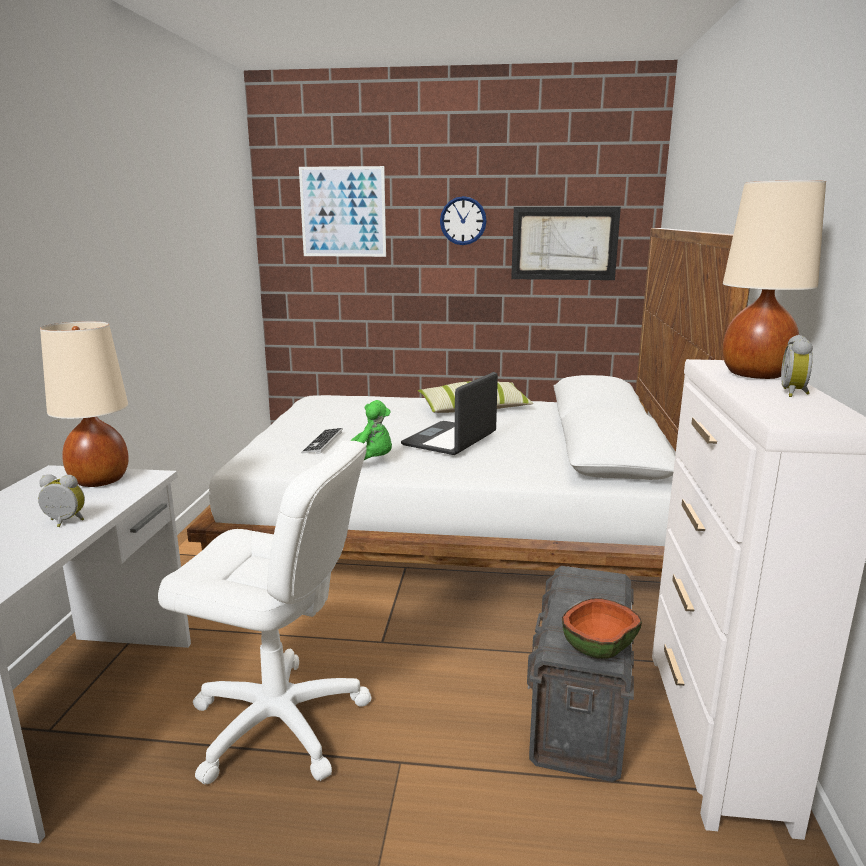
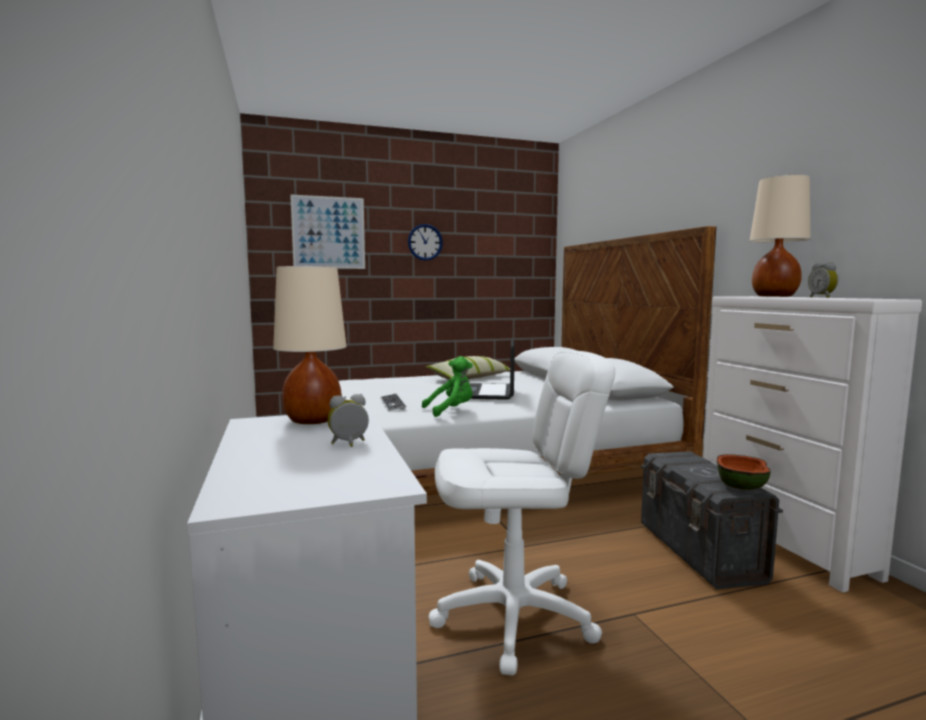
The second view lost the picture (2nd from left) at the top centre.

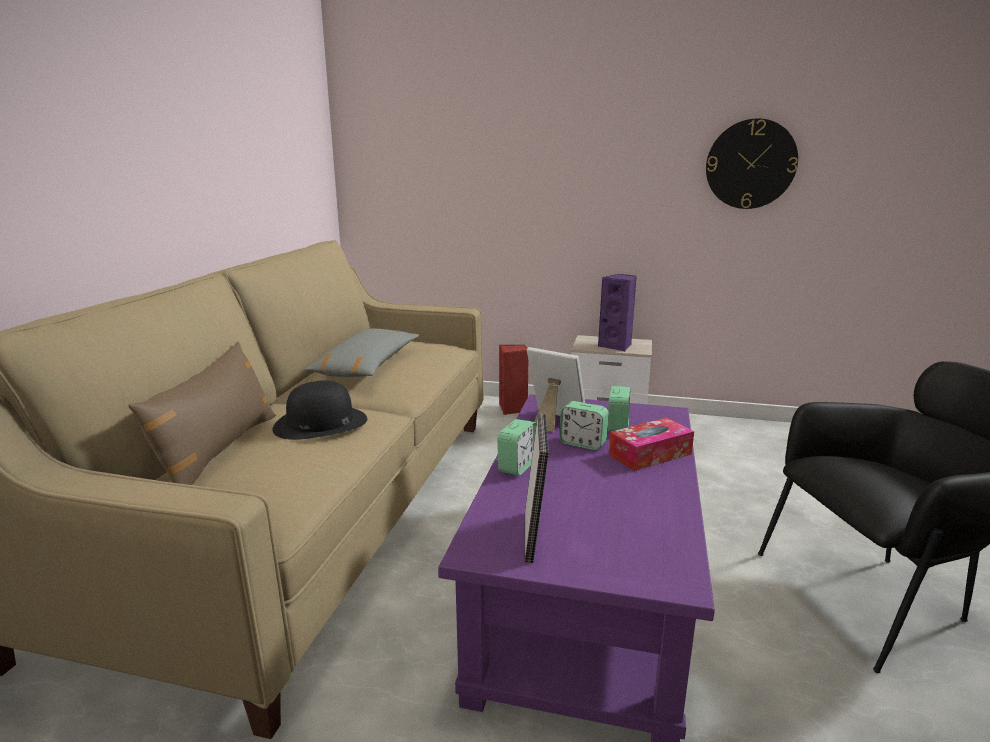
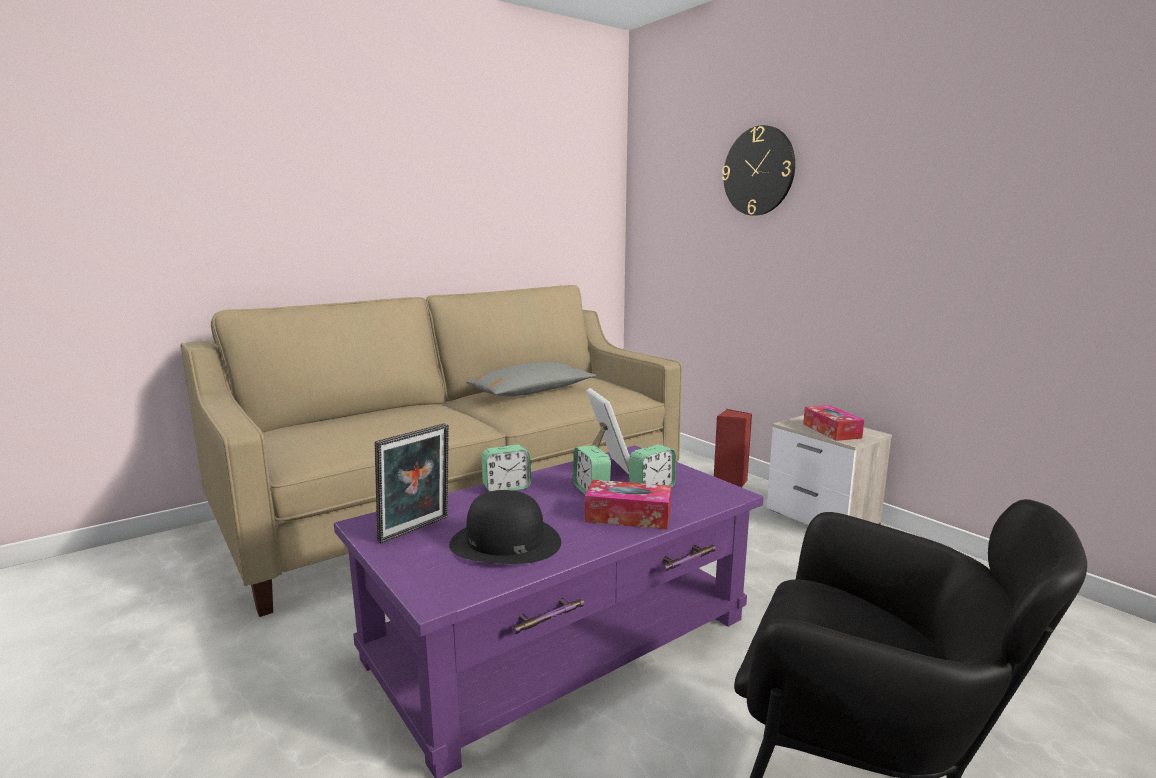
The second view lost the pillow/brown at the middle left.
The hat/black ended up elsewhere, having gone from the middle left to the bottom centre.
The wall clock ended up elsewhere, having gone from the top right to the top centre.
Where the speaker/purple stood at the centre, the tissue box (2nd from left) came to stand at the middle right.

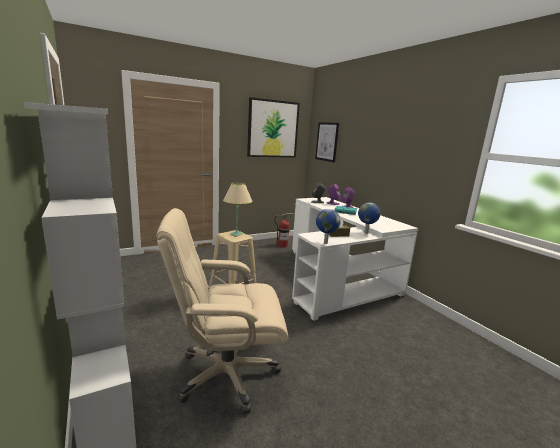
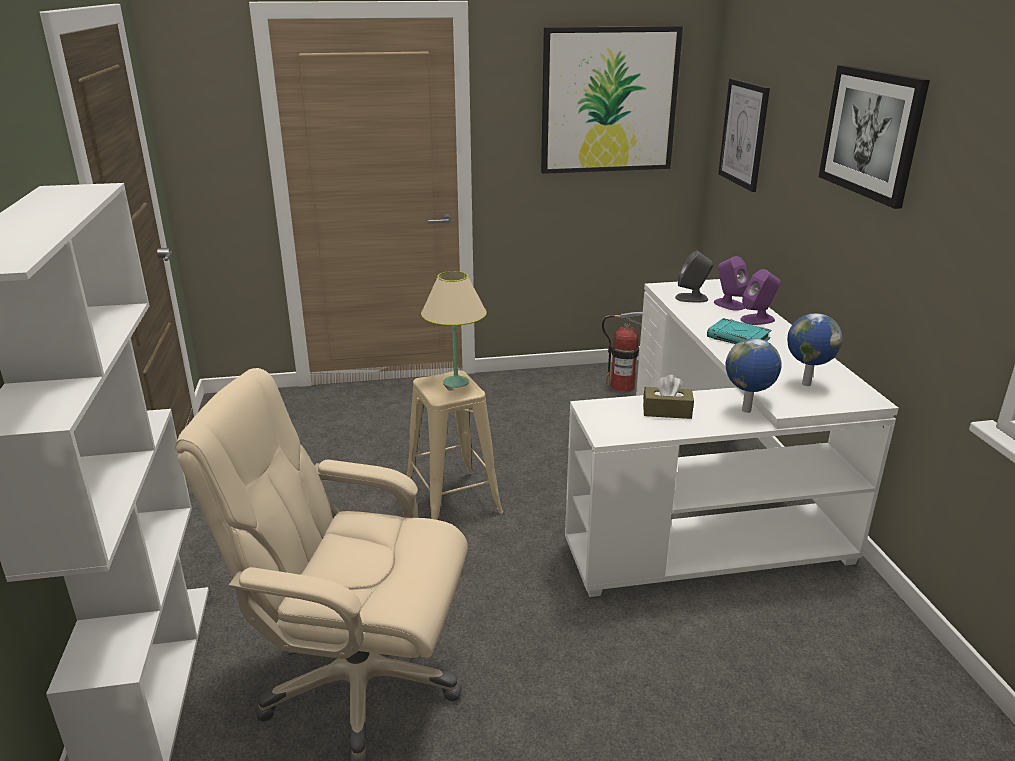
The second view gained the picture (3rd from left) at the top right.
The globe (1st from left in the first image) ended up elsewhere, having gone from the centre to the middle right.

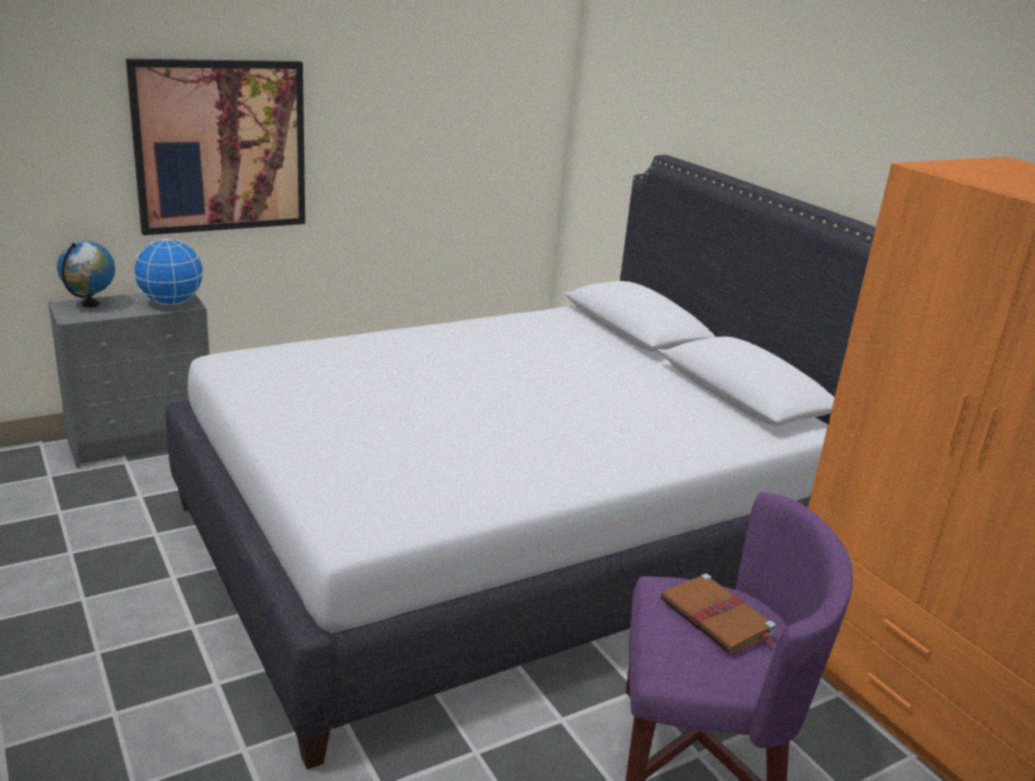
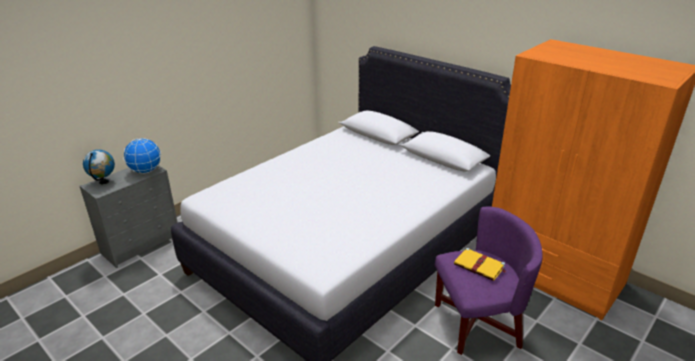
The second view lost the picture at the top left.
What was the book/brown at the bottom right turned into the book/yellow at the bottom right.

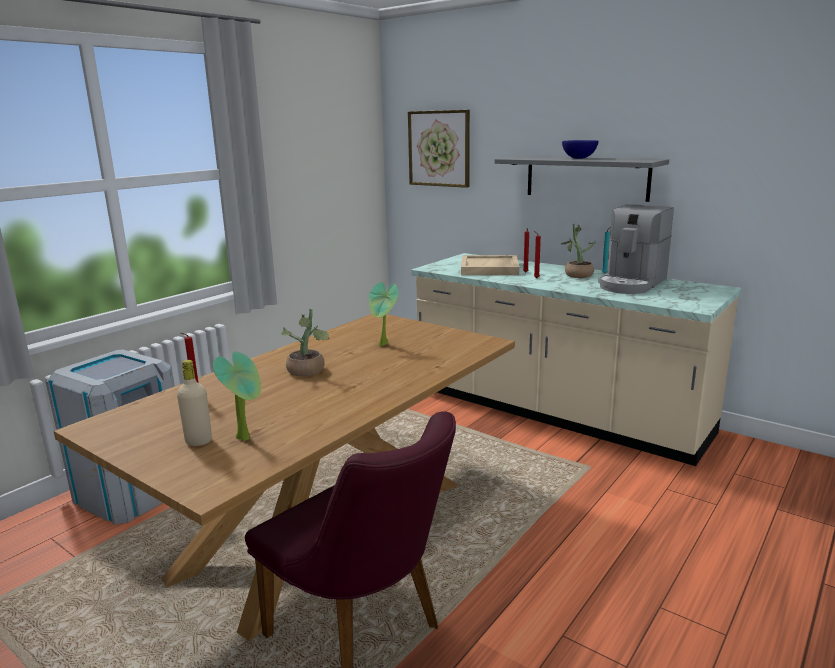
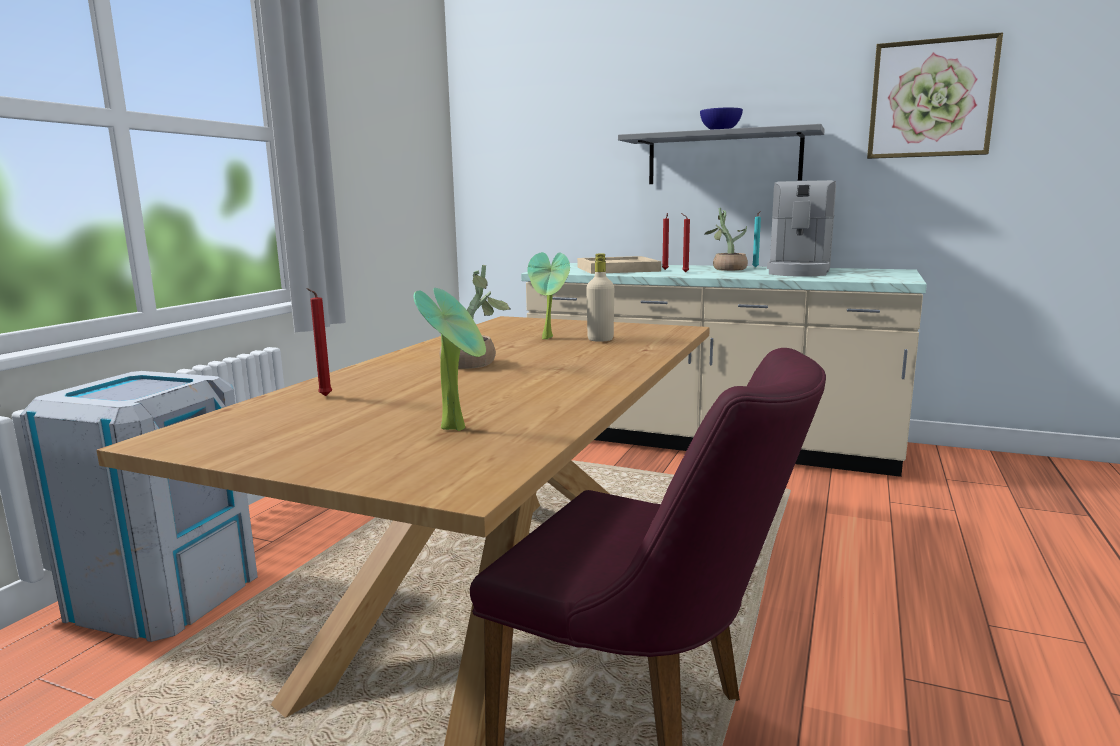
The bottle/beige ended up elsewhere, having gone from the middle left to the centre.
The picture ended up elsewhere, having gone from the top centre to the top right.

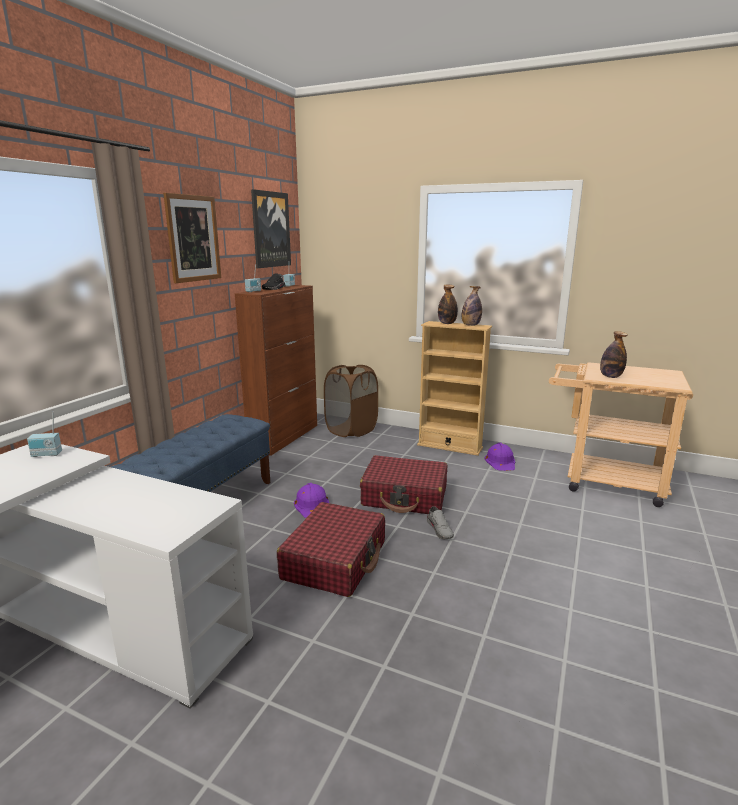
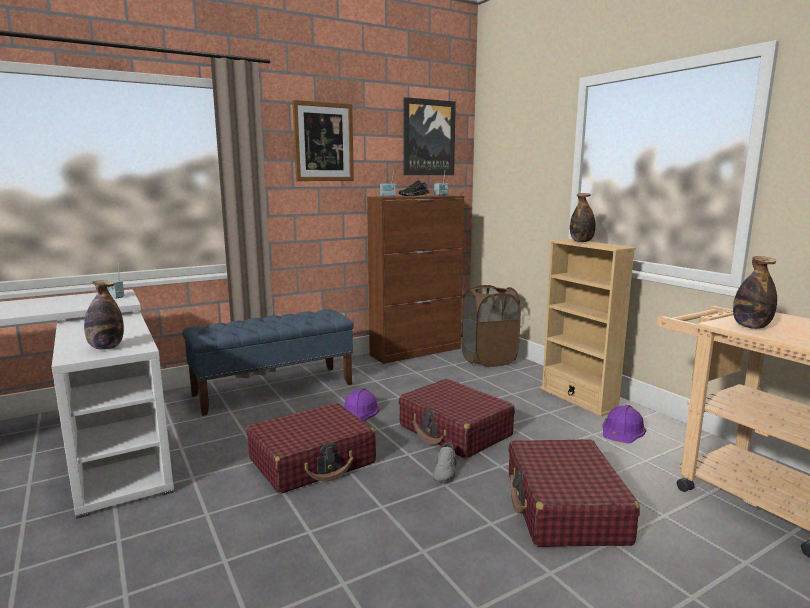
The second view gained the suitcase/red (3rd from left) at the bottom right.
The bottle (2nd from left in the first image) ended up elsewhere, having gone from the centre to the middle left.

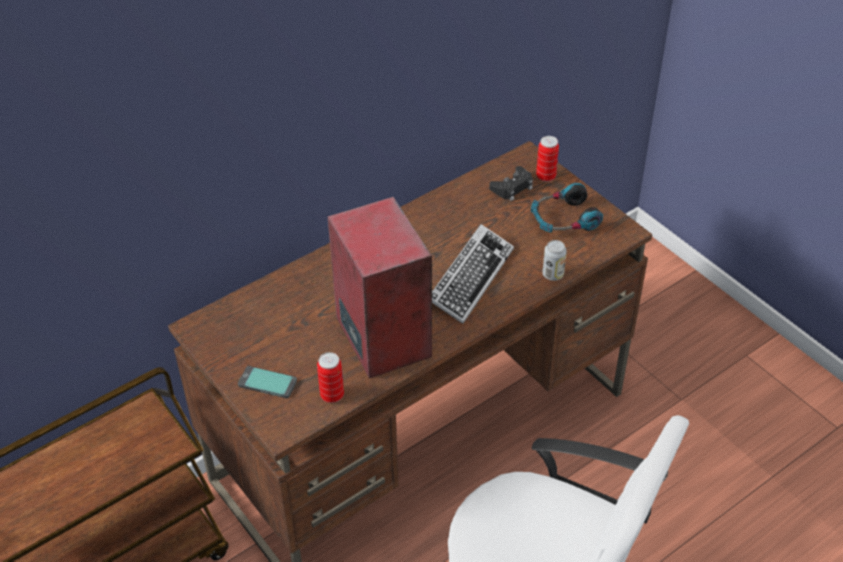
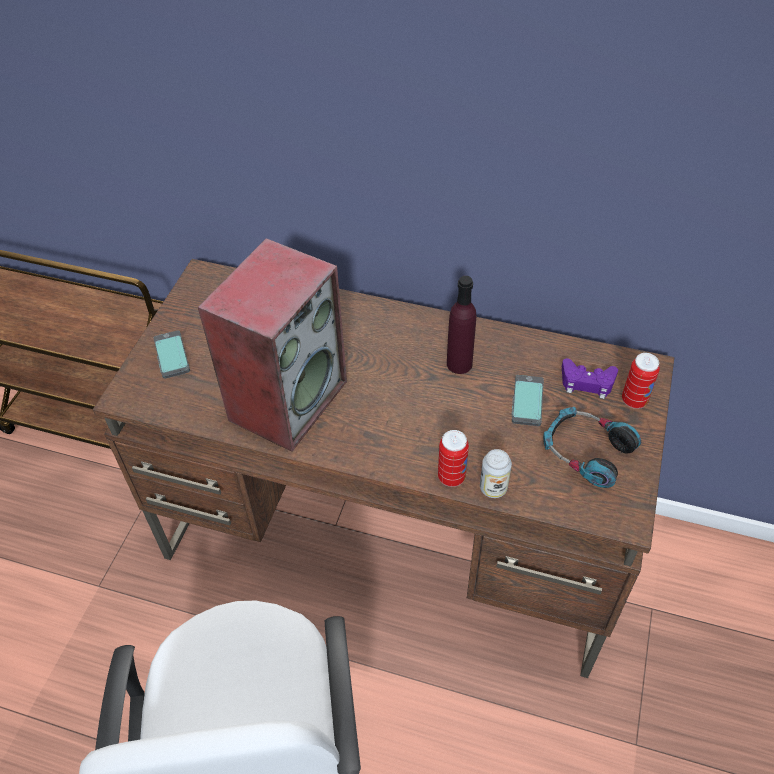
The second view lost the keyboard at the centre.
The second view gained the bottle/purple at the centre.
The second view gained the phone (2nd from left) at the middle right.
The can (1st from left) ended up elsewhere, having gone from the bottom centre to the centre.
What was the game controller/black at the top centre turned into the game controller/purple at the middle right.

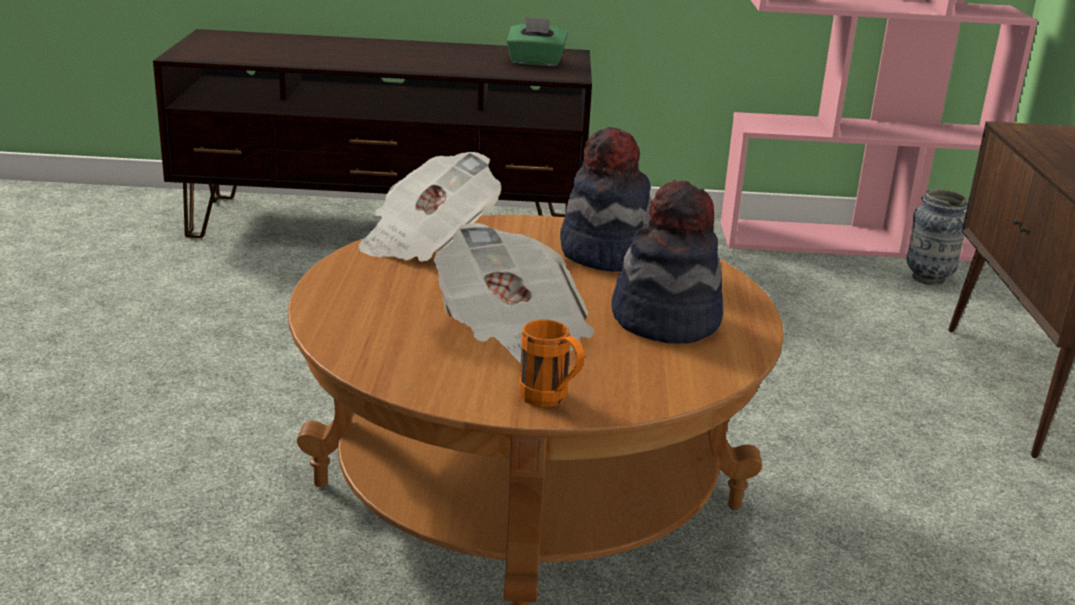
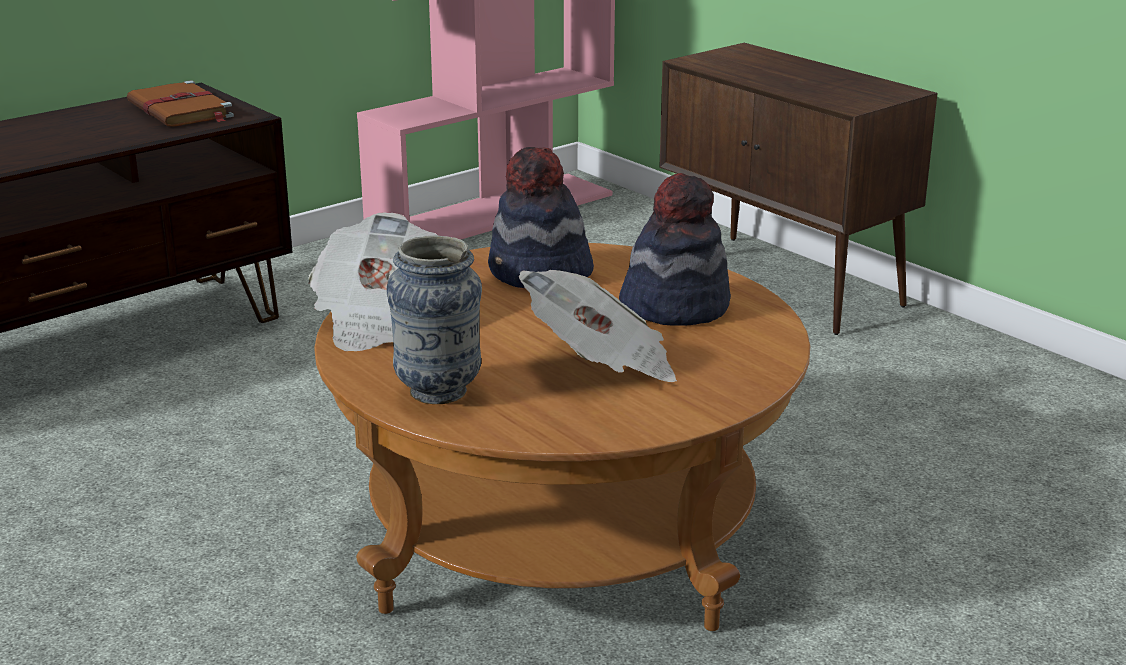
The second view lost the mug/orange at the centre.
The vase ended up elsewhere, having gone from the middle right to the centre.
Where the tissue box/green stood at the top centre, the book/brown came to stand at the top left.

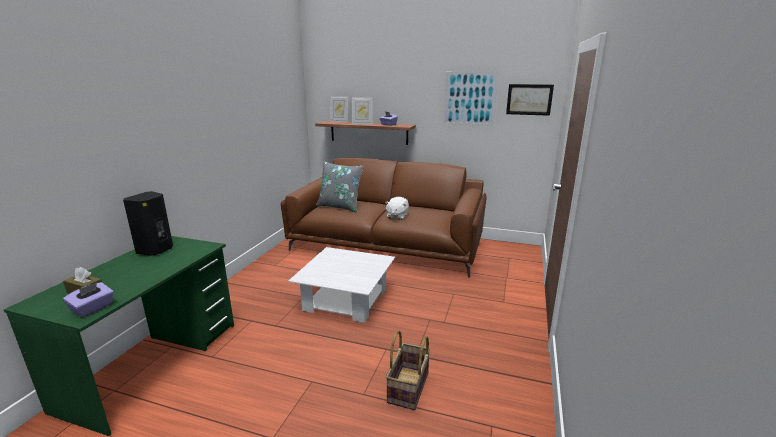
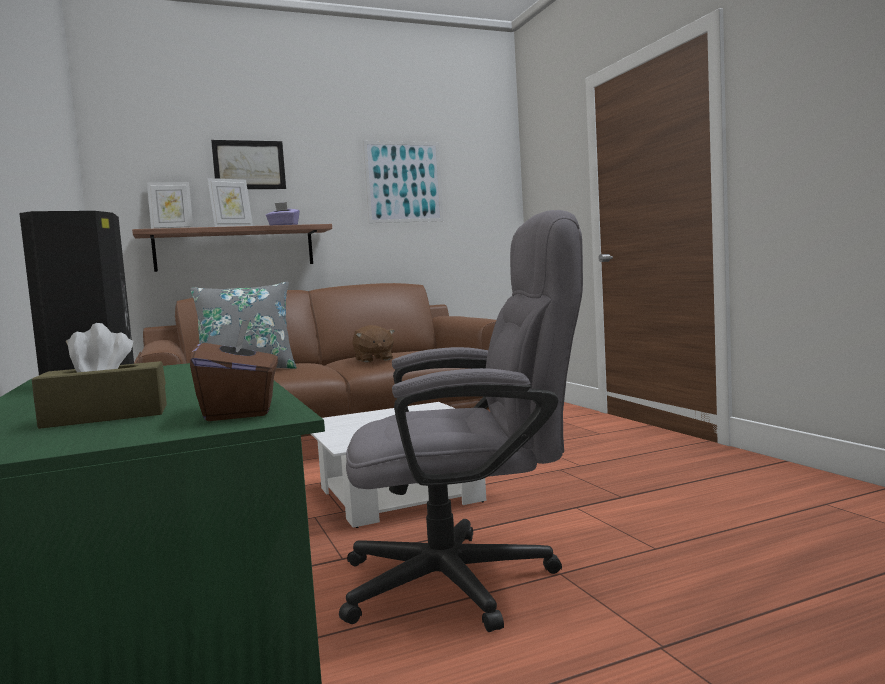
The second view lost the basket at the bottom centre.
The second view gained the office chair/grey at the centre.
The picture (2nd from left in the first image) ended up elsewhere, having gone from the top right to the top left.
What was the tissue box/purple (1st from left) at the bottom left turned into the tissue box/brown (2nd from left) at the middle left.
What was the plush toy/white at the centre turned into the plush toy/brown at the centre.

